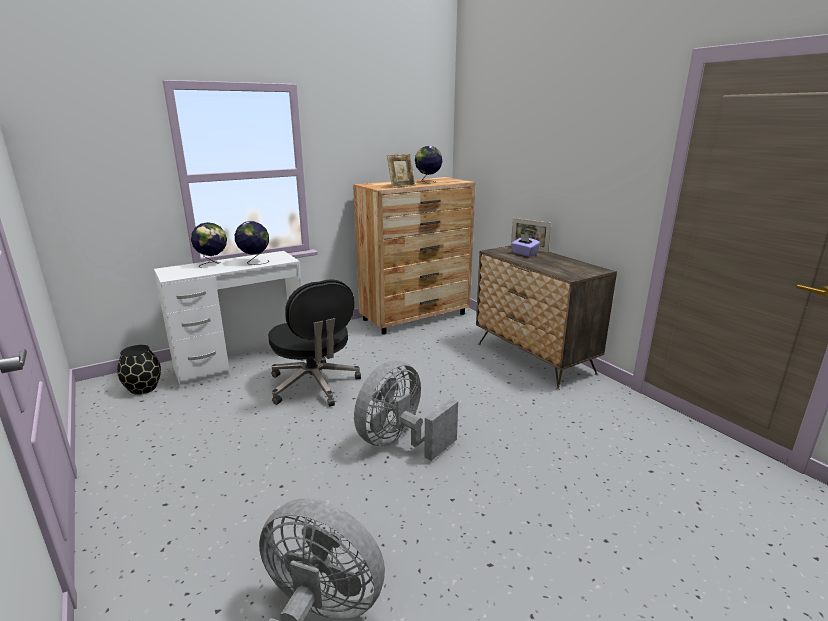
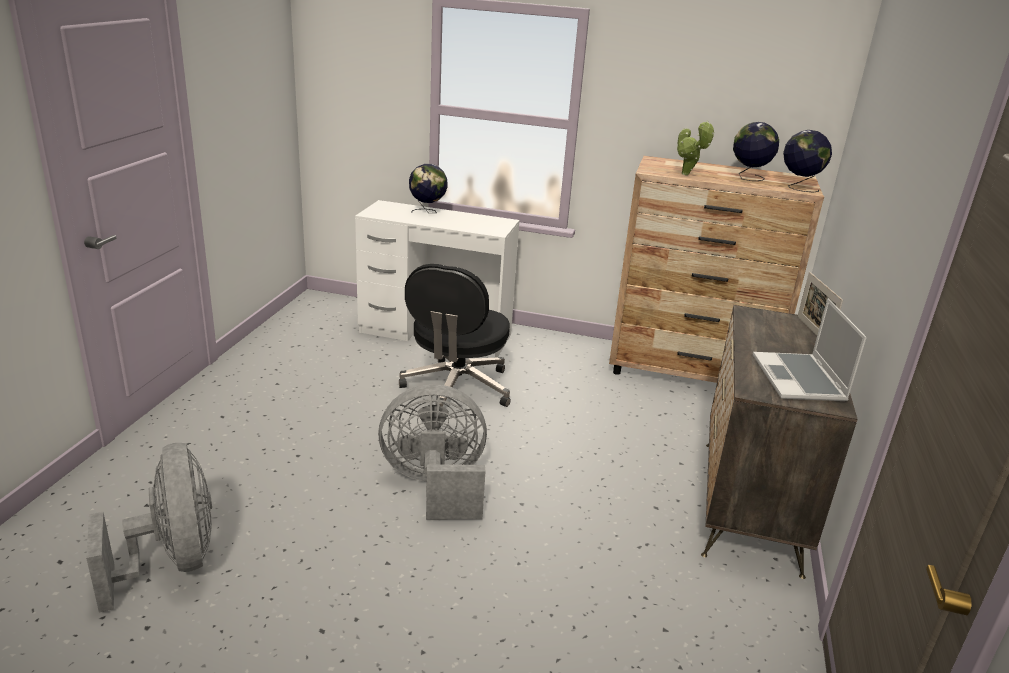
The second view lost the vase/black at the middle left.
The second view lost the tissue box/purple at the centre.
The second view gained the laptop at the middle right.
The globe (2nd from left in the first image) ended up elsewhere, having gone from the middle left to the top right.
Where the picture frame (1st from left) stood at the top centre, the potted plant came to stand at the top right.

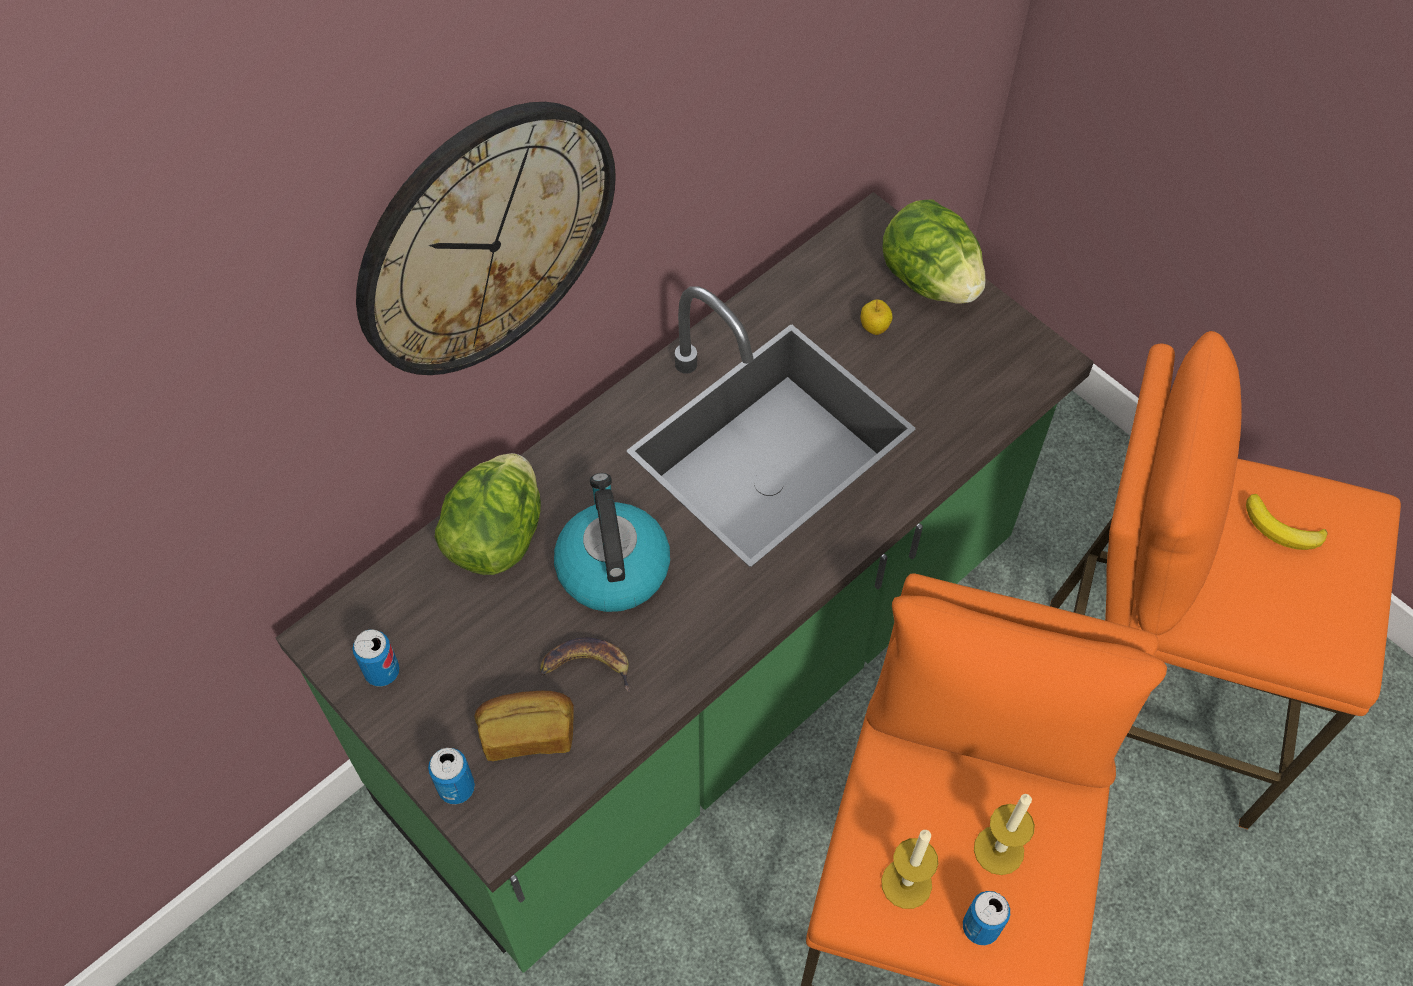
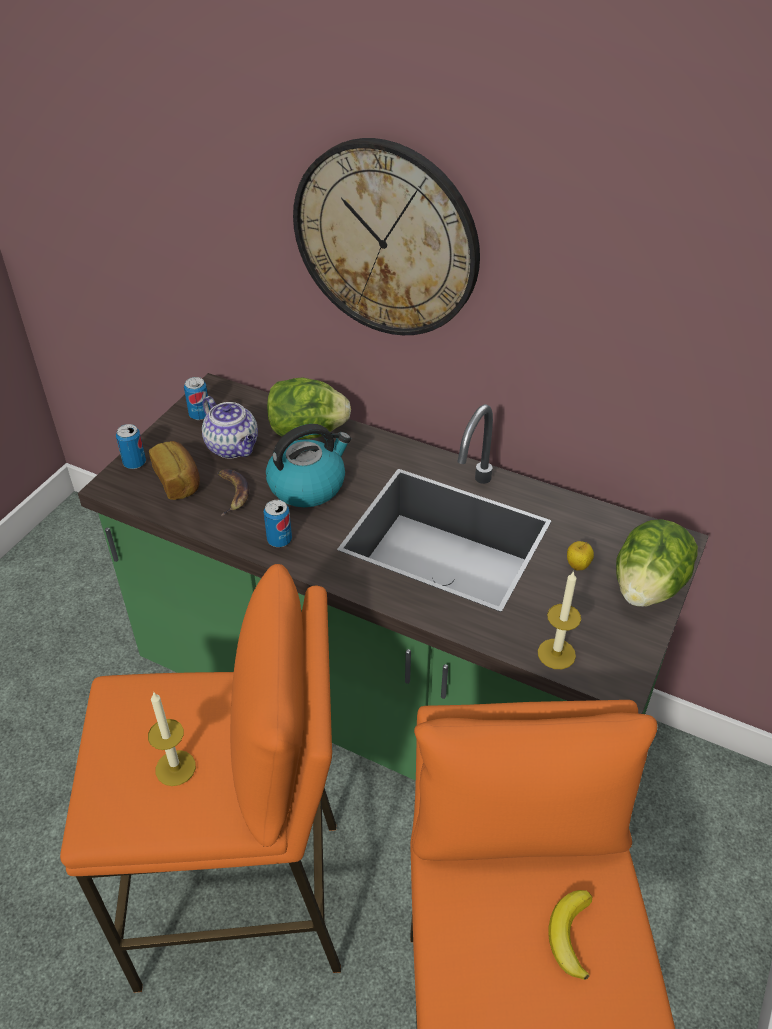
The second view gained the teapot at the middle left.
The candle (1st from left in the first image) ended up elsewhere, having gone from the bottom centre to the middle right.
The can (3rd from left) ended up elsewhere, having gone from the bottom right to the centre.

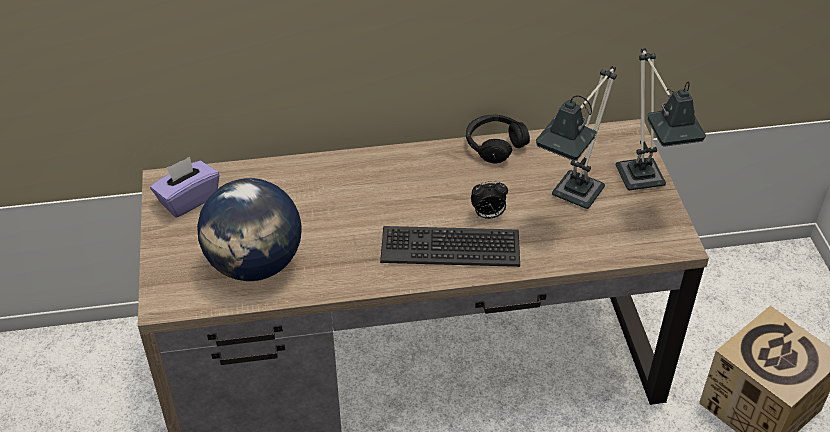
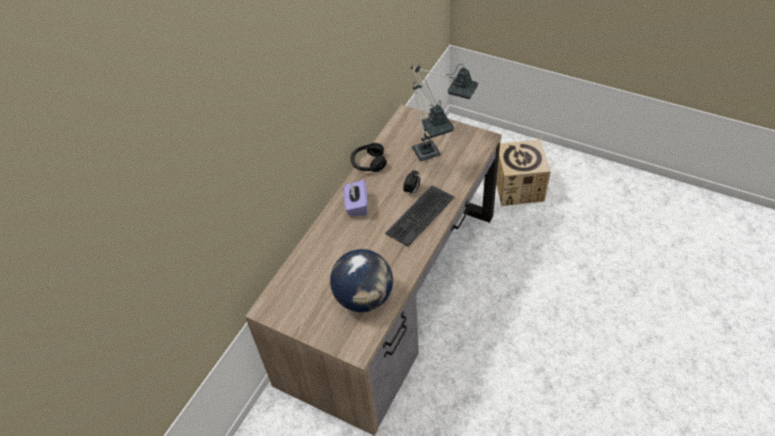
The tissue box/purple ended up elsewhere, having gone from the middle left to the centre.

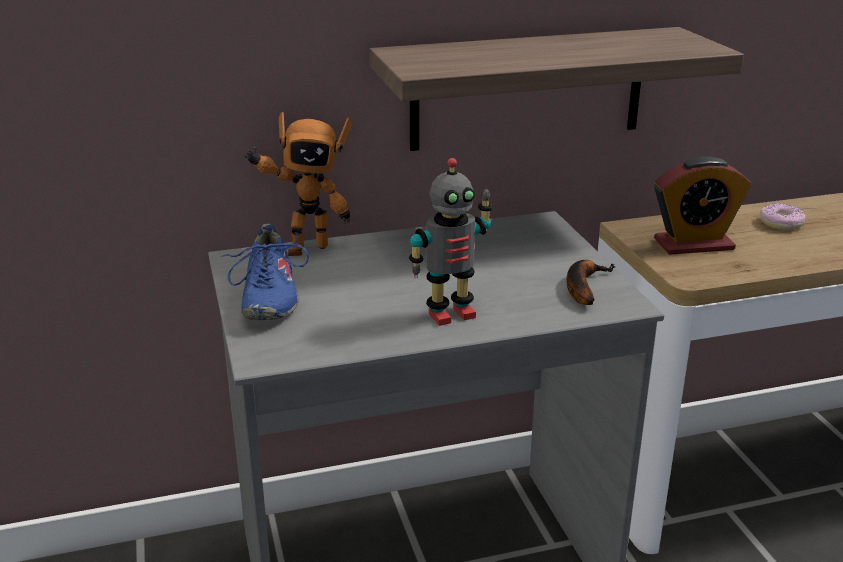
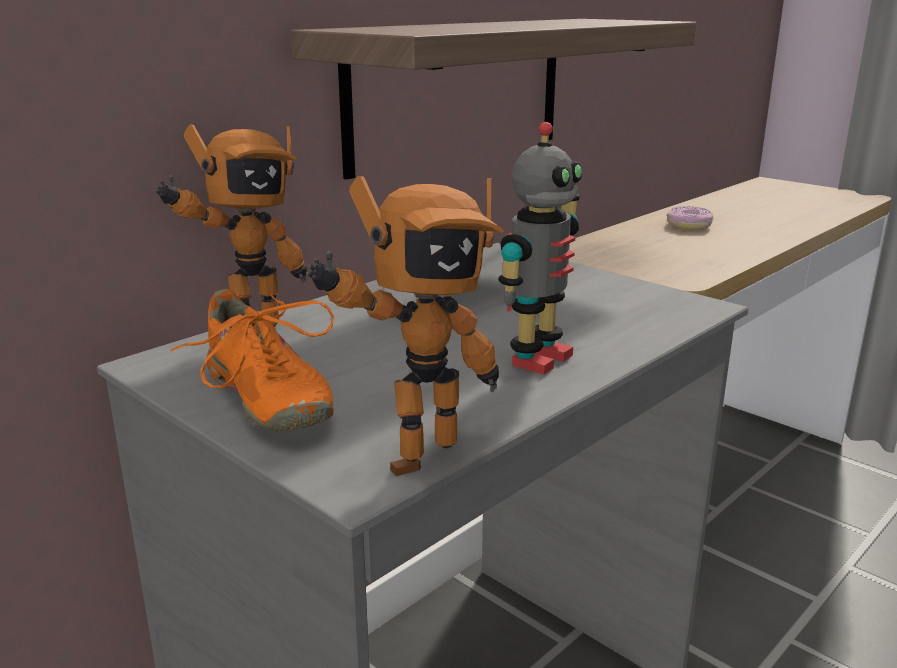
The second view lost the banana at the middle right.
The second view lost the alarm clock at the middle right.
The second view gained the toy robot (2nd from left) at the centre.
What was the shoe/blue at the middle left turned into the shoe/orange at the middle left.

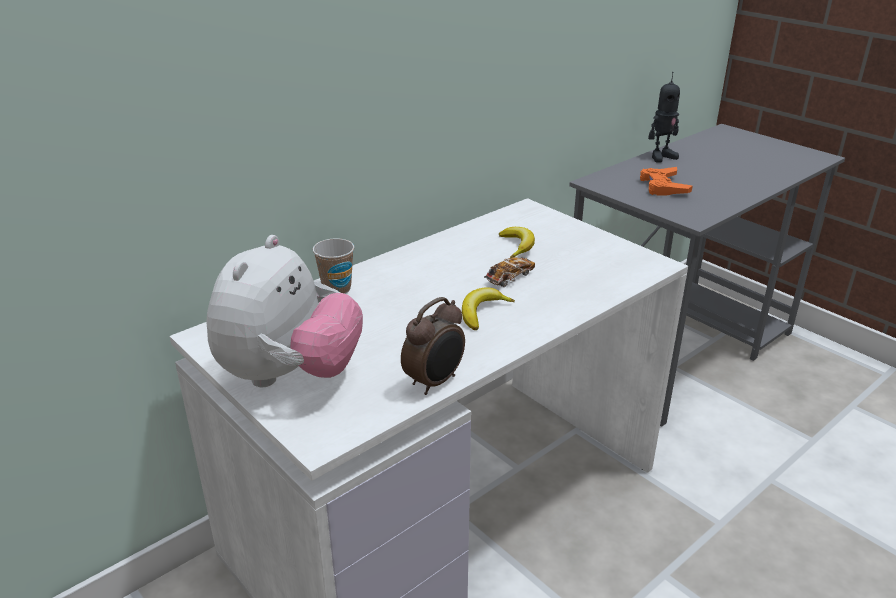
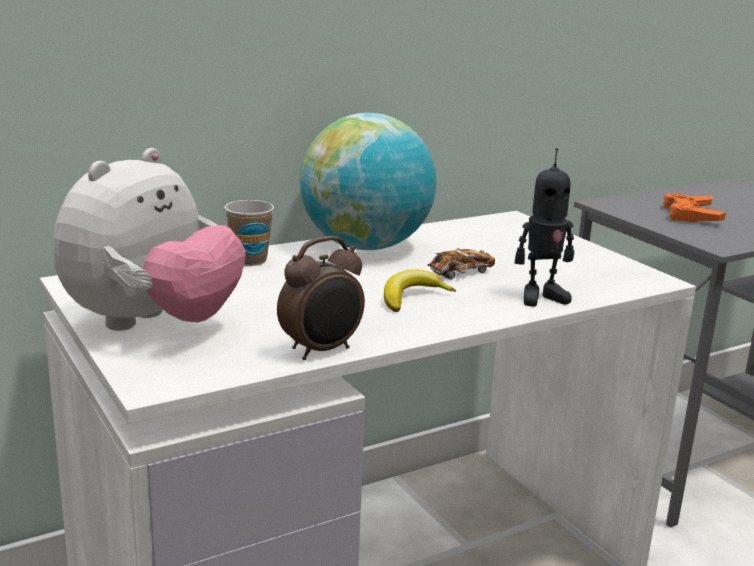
The second view lost the banana (2nd from left) at the centre.
The second view gained the globe at the top centre.
The toy robot ended up elsewhere, having gone from the top right to the middle right.

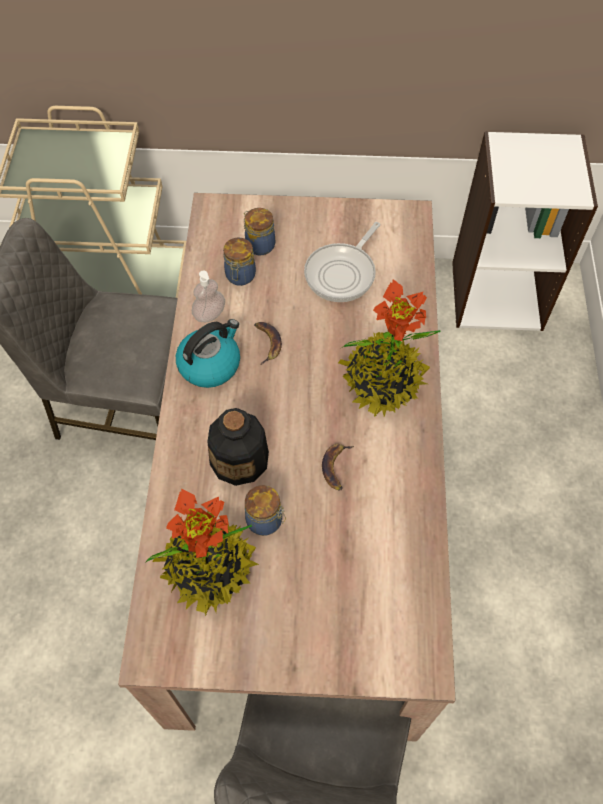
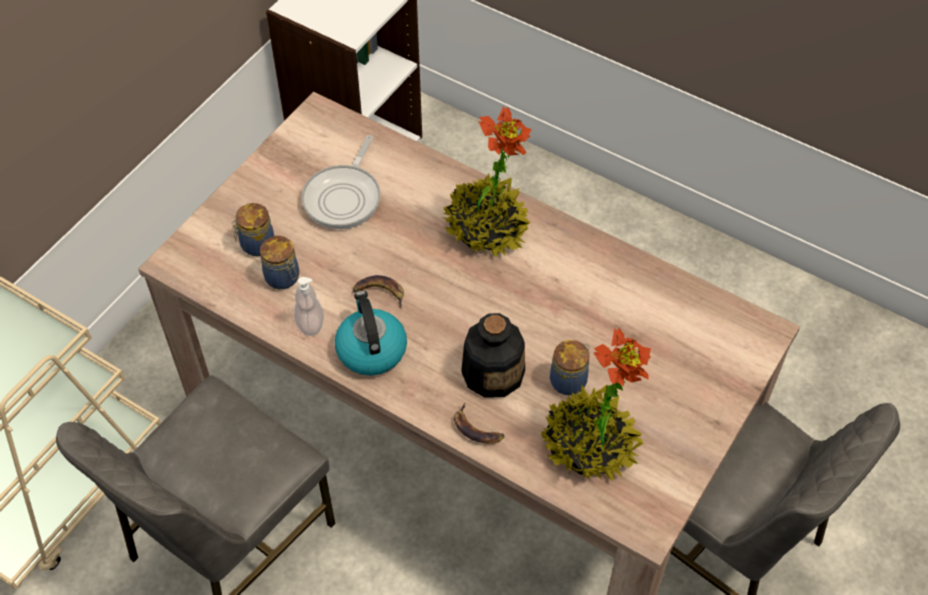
The banana (2nd from left) ended up elsewhere, having gone from the centre to the bottom centre.
The frying pan at the top centre ended up facing another way, 45 degrees clockwise from before.

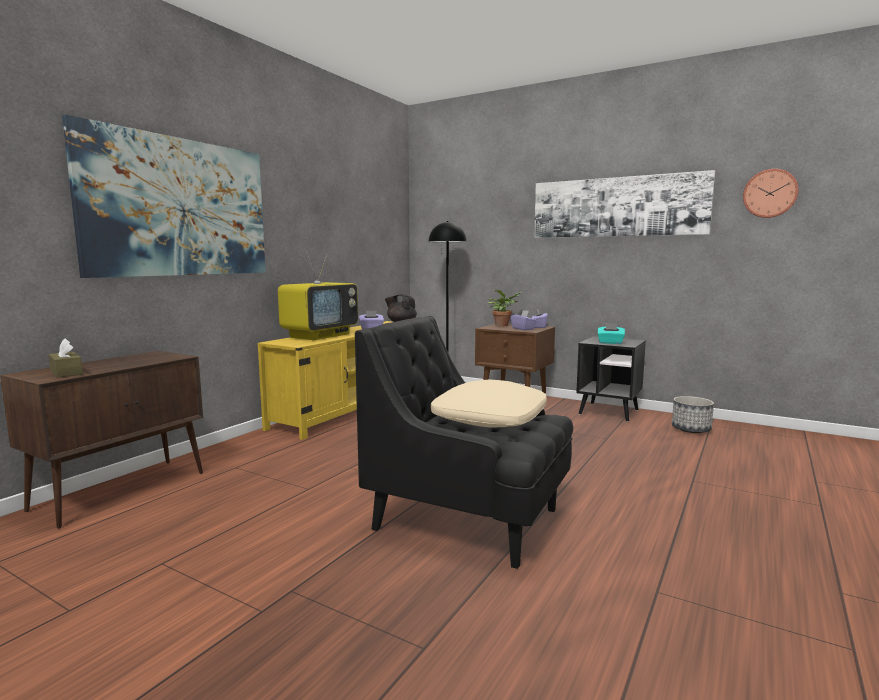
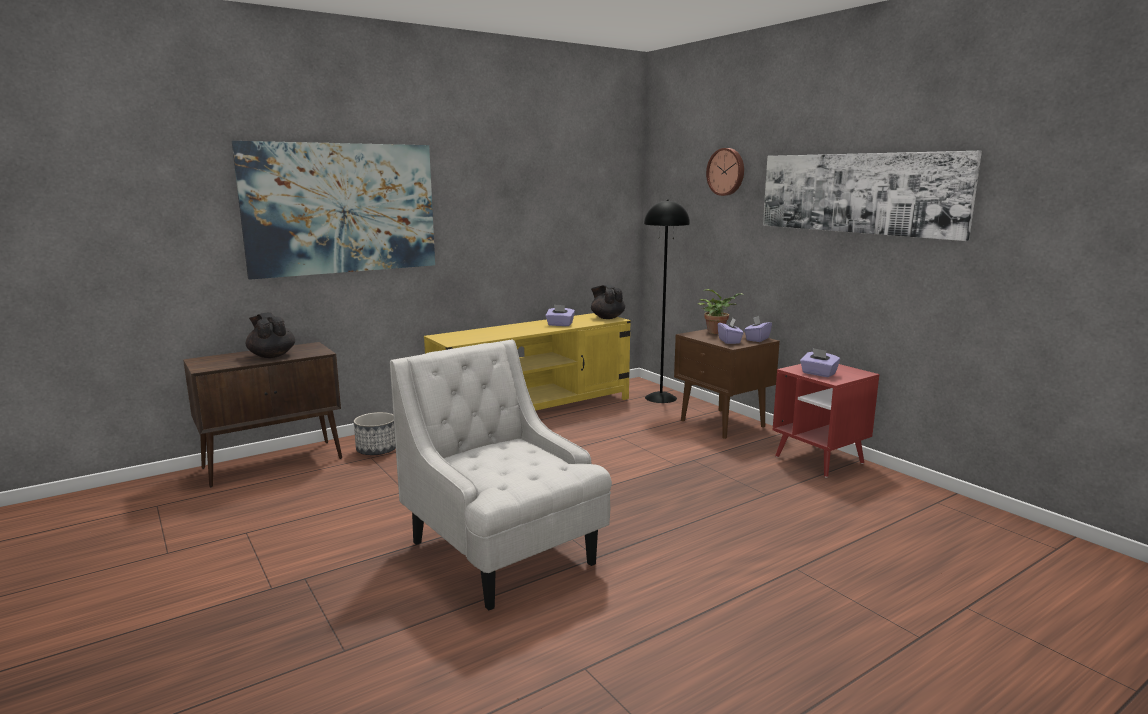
The second view lost the tissue box/brown at the middle left.
The second view lost the television at the centre.
The second view lost the pillow/beige at the centre.
The second view gained the teapot/black (1st from left) at the middle left.
The planter ended up elsewhere, having gone from the middle right to the middle left.
The wall clock ended up elsewhere, having gone from the top right to the top centre.
What was the armchair/black at the centre turned into the armchair/white at the centre.
What was the side table/black at the middle right turned into the side table/red at the middle right.
What was the tissue box/turquoise at the middle right turned into the tissue box/purple (4th from left) at the middle right.

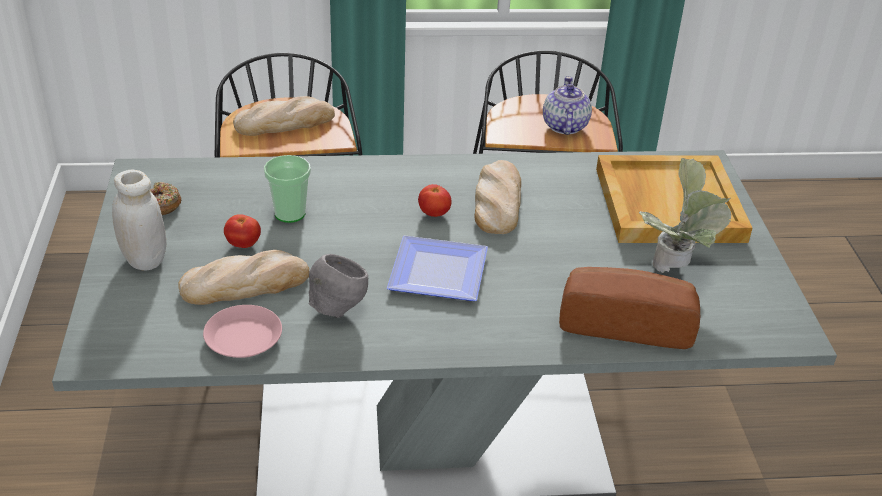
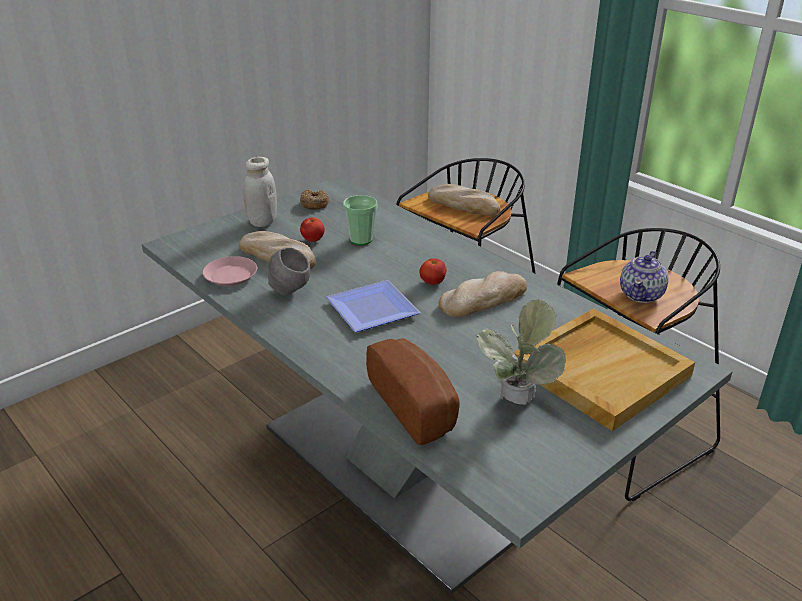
The teapot at the top centre ended up facing another way, 150 degrees clockwise from before.

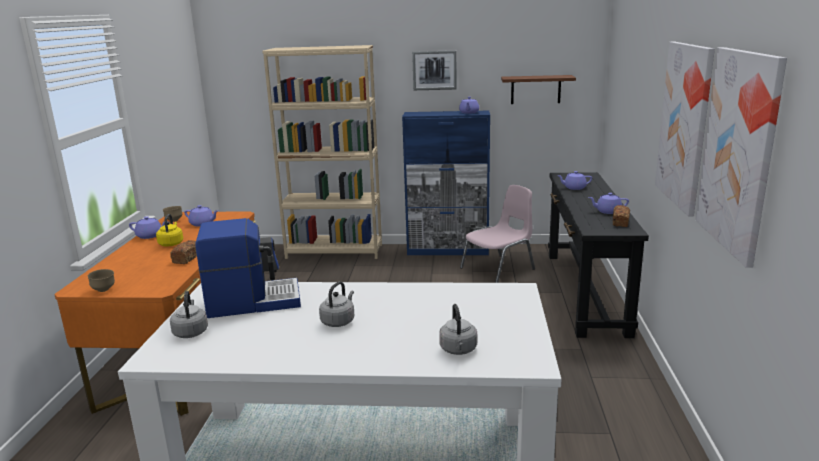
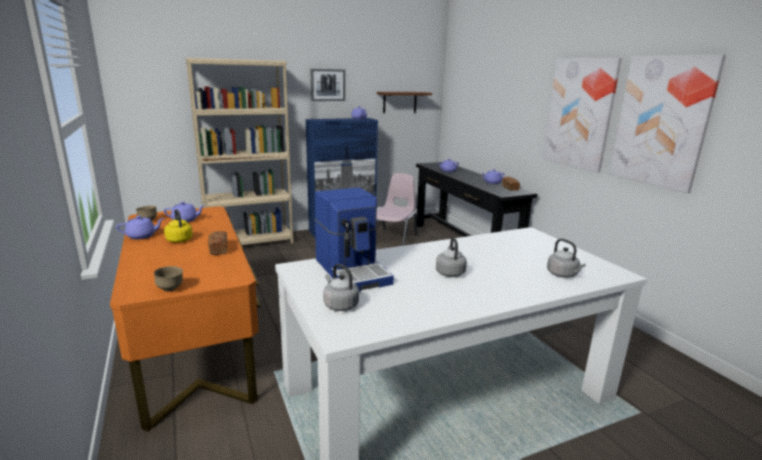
The coffee machine at the middle left ended up facing another way, 105 degrees clockwise from before.

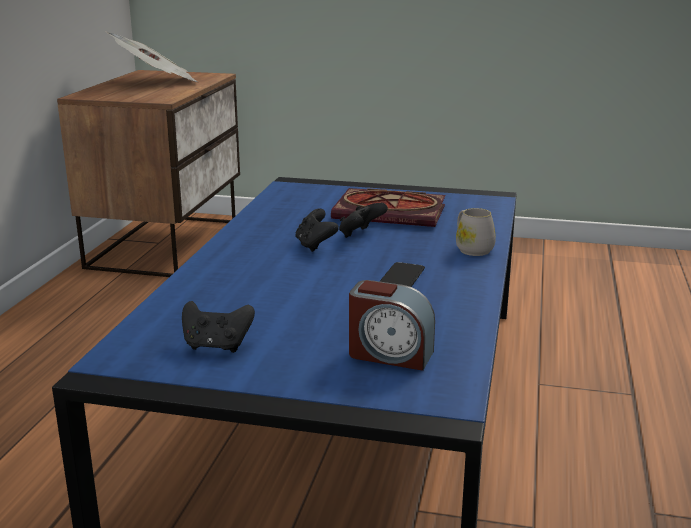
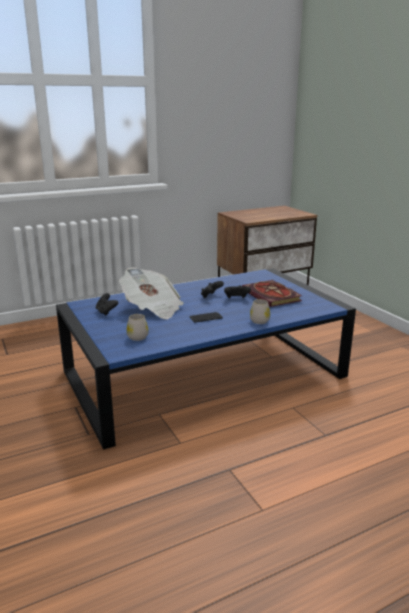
The newspaper ended up elsewhere, having gone from the top left to the centre.
Where the alarm clock stood at the centre, the mug/white (1st from left) came to stand at the centre.

